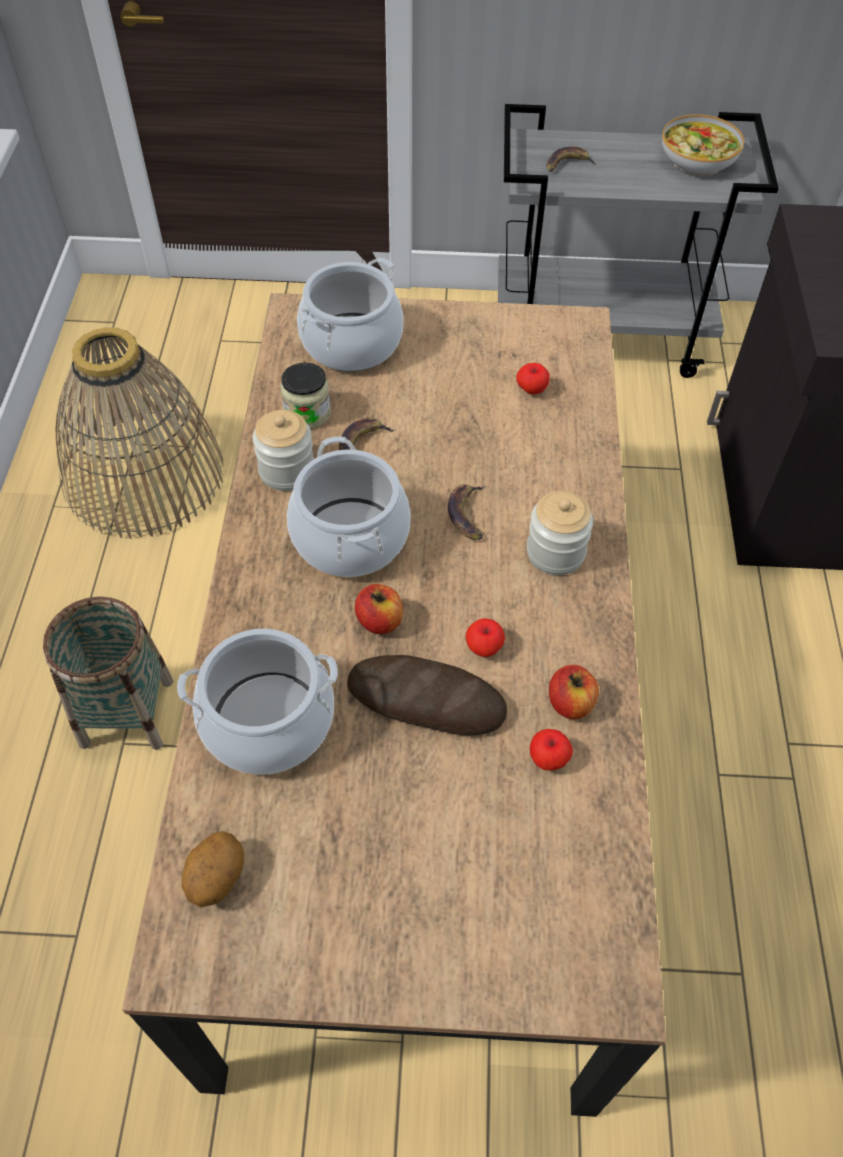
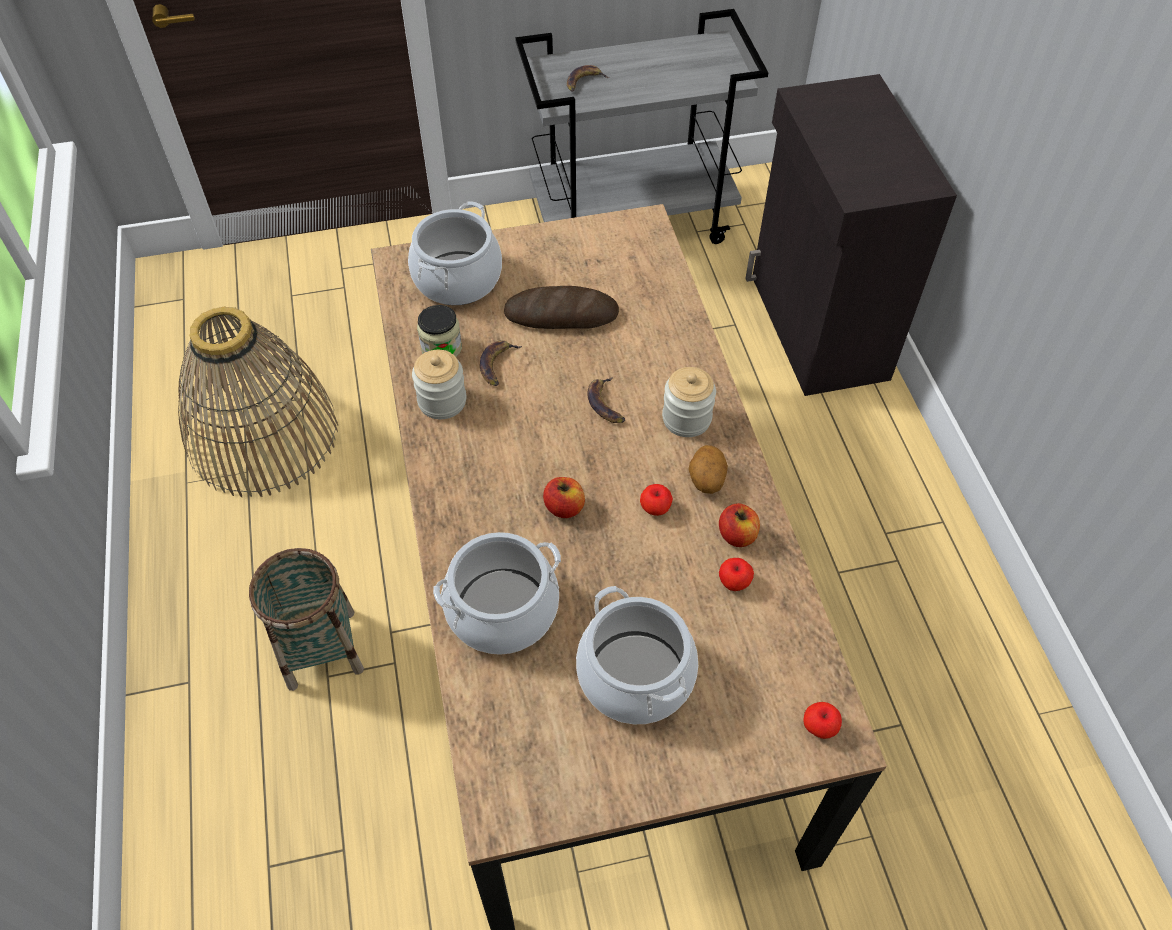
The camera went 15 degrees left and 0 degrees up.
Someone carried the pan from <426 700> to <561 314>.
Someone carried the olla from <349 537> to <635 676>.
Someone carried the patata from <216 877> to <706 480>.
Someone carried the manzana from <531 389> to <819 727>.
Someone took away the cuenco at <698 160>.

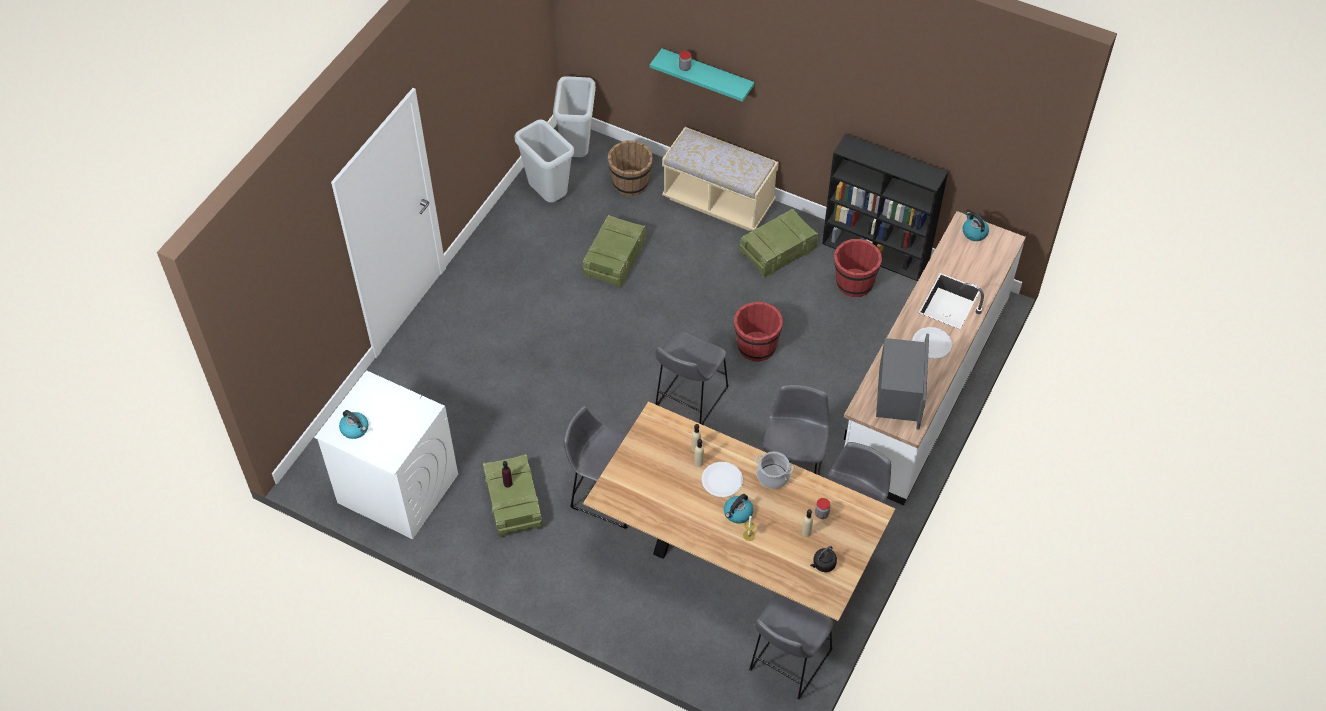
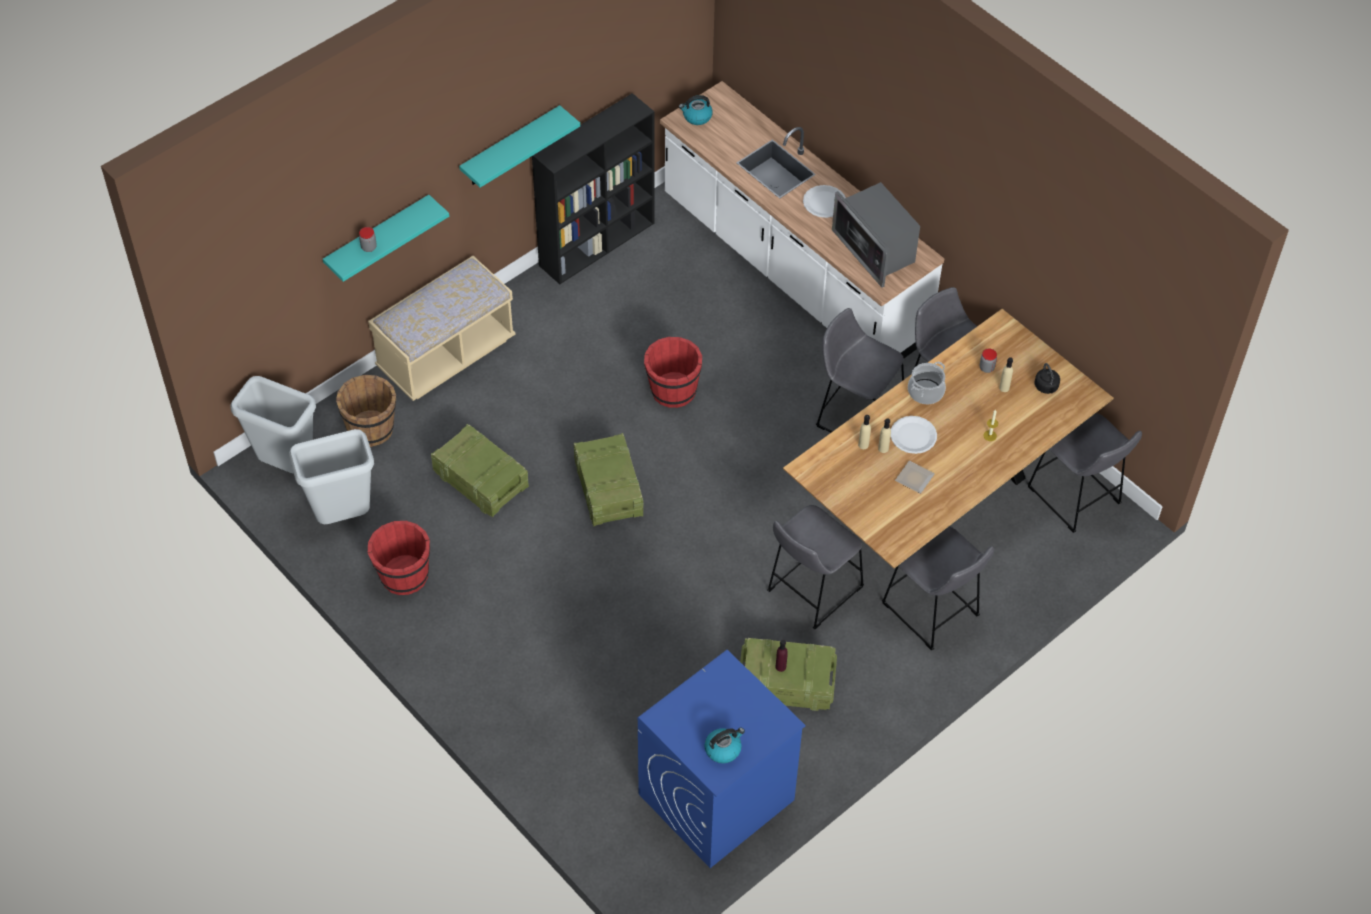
The camera went 70 degrees left and 0 degrees up.
Someone carried the cubo [rojo] from <854 283> to <403 576>.
Someone put up the estante [turquesa] at <510 147>.
Someone carried the caja de embalaje from <777 252> to <609 491>.
Someone repainted the lavadora [blanco] at <397 488>, which became the lavadora [azul] at <716 798>.
Someone rotated the microondas at <900 393> by 150 degrees counterclockwise.
Someone carried the taburete [gris] from <689 400> to <933 613>.
Someone put down the plato at <914 477>.
Someone took away the hervidor at <737 513>.

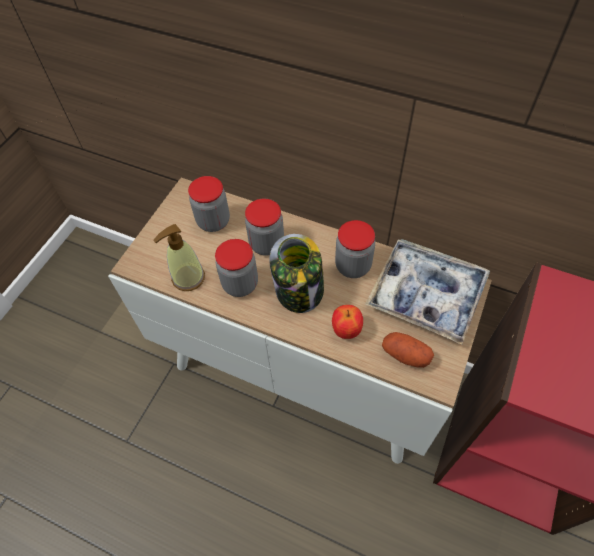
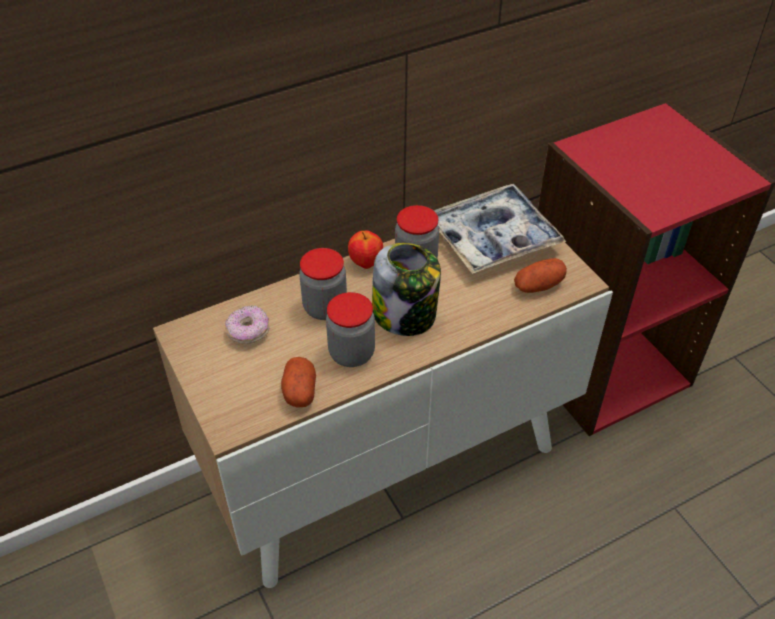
The camera went 55 degrees left and 10 degrees down.
Someone swapped the tarro at <213 221> for the rosquilla at <248 332>.
Someone swapped the dispensador de jabón at <188 278> for the patata at <299 390>.
Someone carried the manzana from <346 330> to <366 263>.

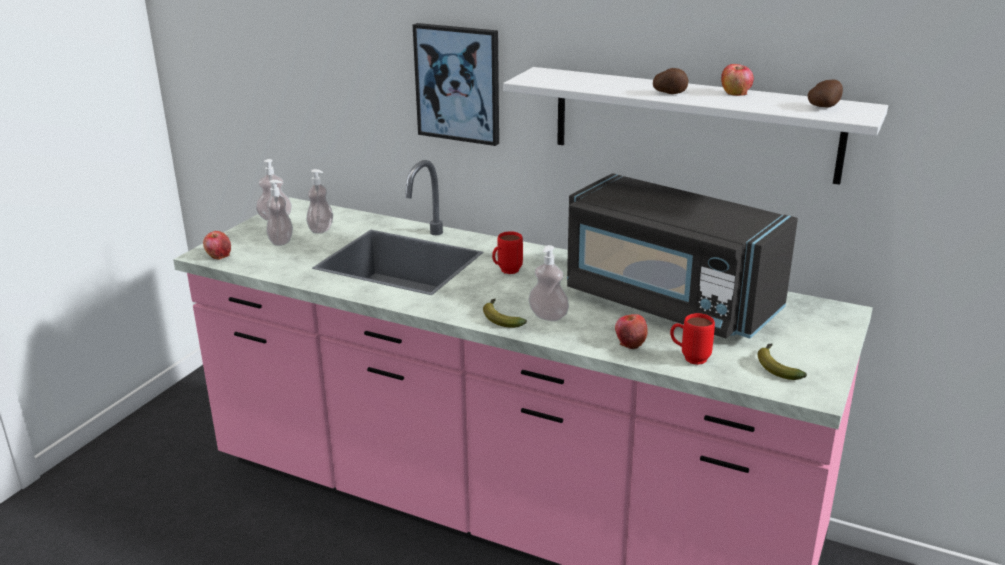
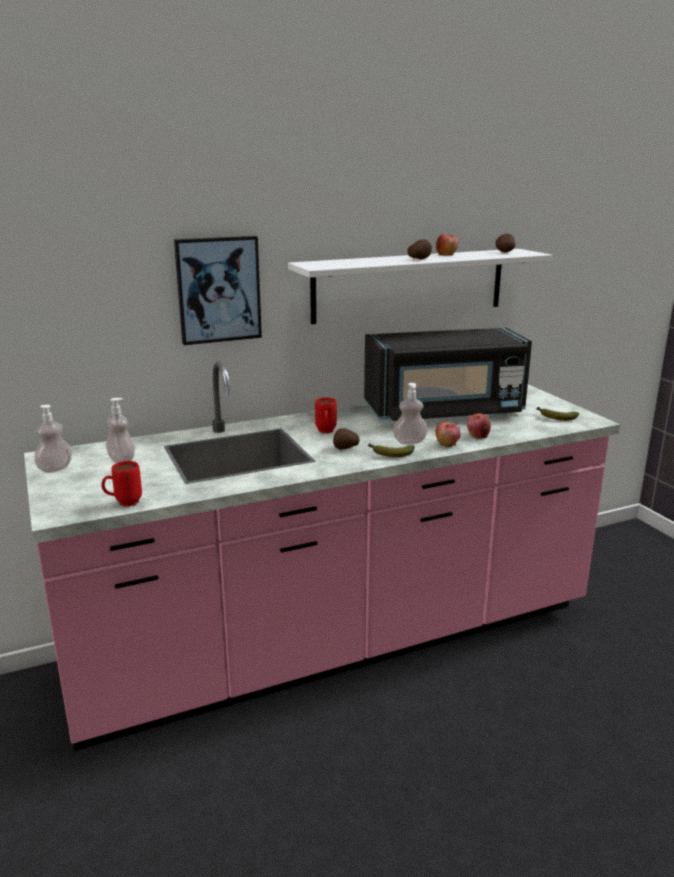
The camera went 50 degrees left and 5 degrees down.
Someone carried the taza grande [rojo] from <689 358> to <123 503>.
Someone put down the patata at <345 448>.
Someone carried the manzana from <218 255> to <447 443>.
Someone took away the dispensador de jabón at <281 241>.

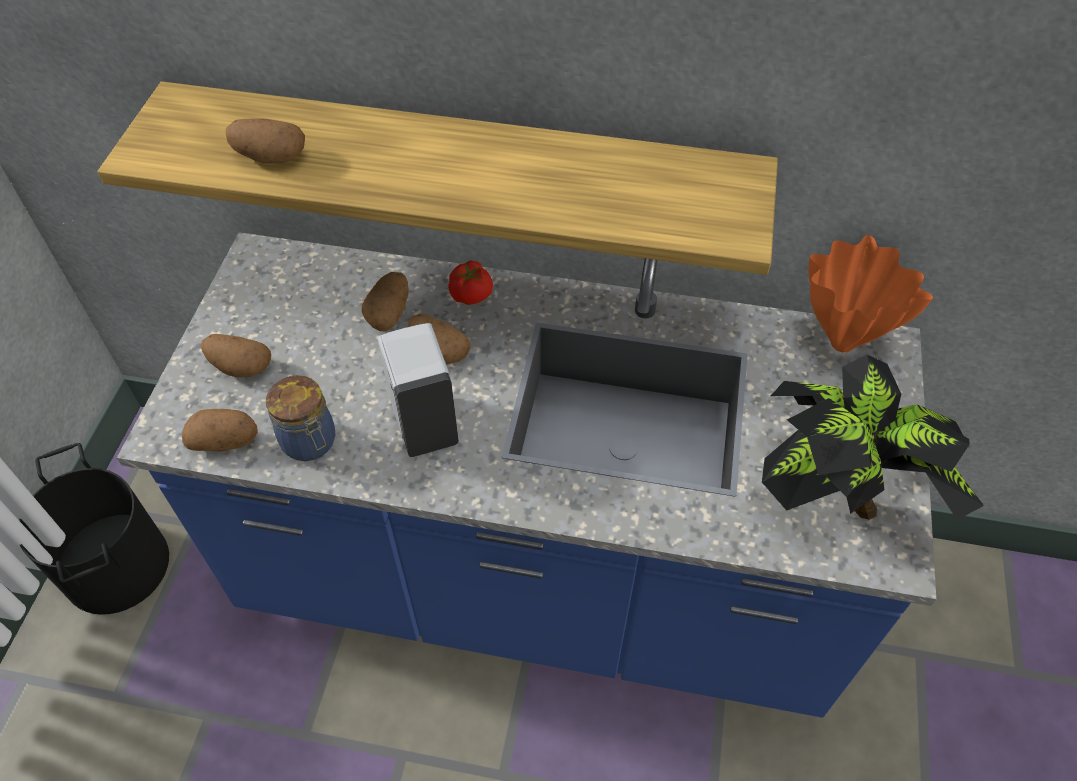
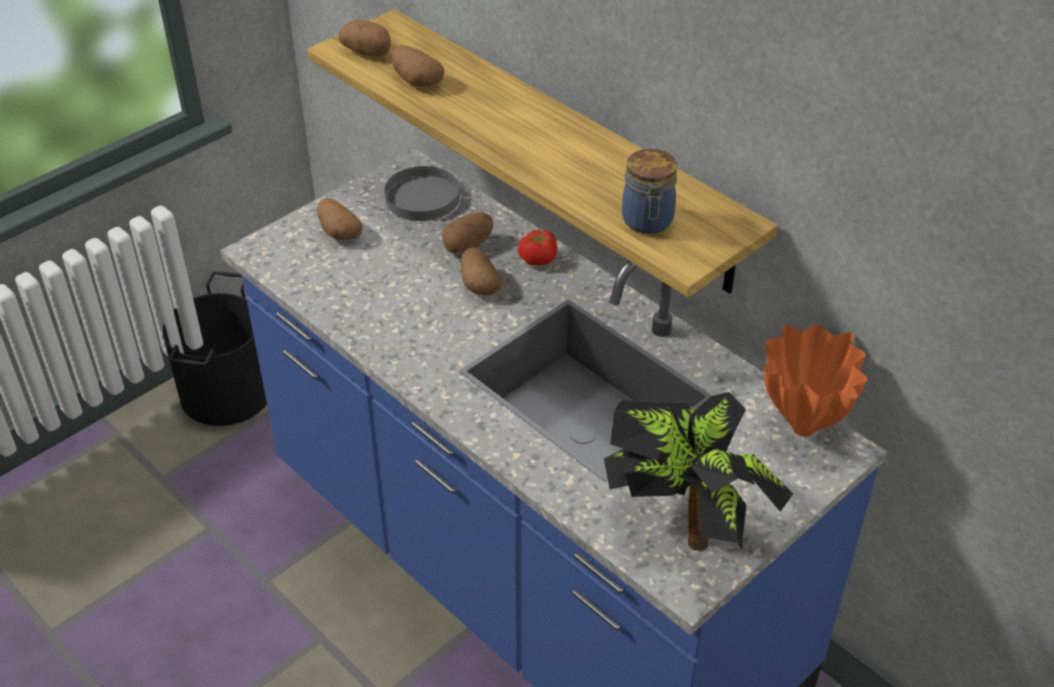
The camera went 35 degrees right and 10 degrees down.
Someone carried the patata from <226 441> to <368 52>.
Someone put down the plato [gris] at <423 198>.
Someone carried the tarro from <310 443> to <647 222>.
Someone took away the dispensador de jabón [blanco] at <424 422>.

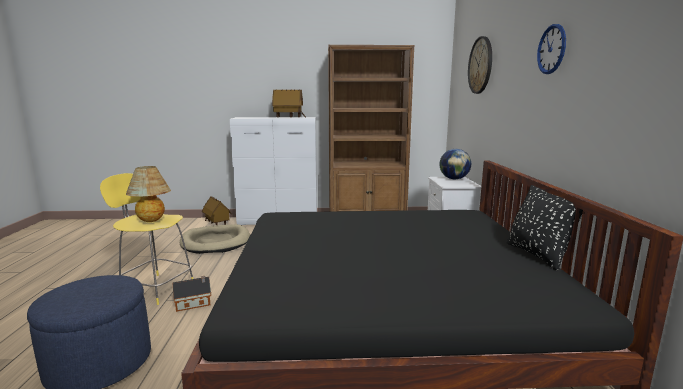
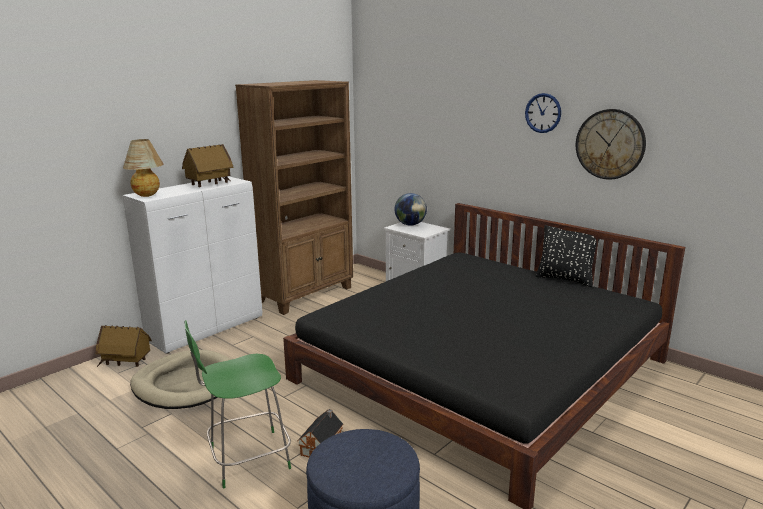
The camera went 45 degrees left and 5 degrees up.
Someone carried the lámpara de mesa from <152 221> to <147 196>.
Someone repainted the taburete [amarillo] at <155 288>, which became the taburete [verde] at <246 459>.
Someone carried the reloj de pared from <480 65> to <610 144>.

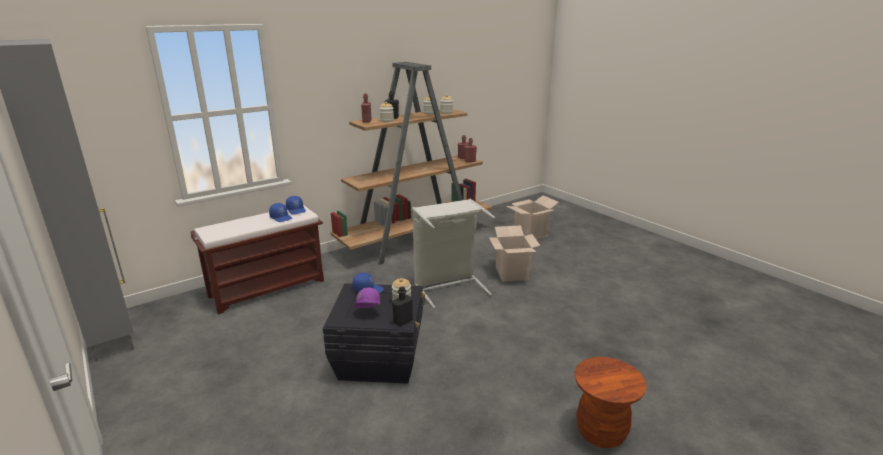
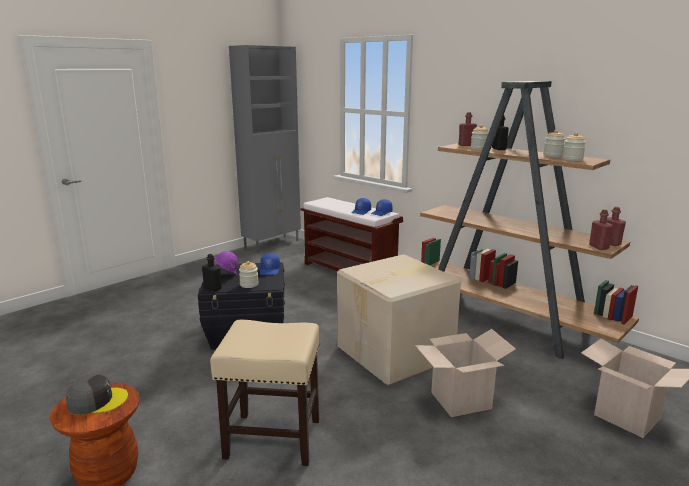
The camera went 80 degrees right and 5 degrees down.
Someone put down the gorra [gris] at <97 401>.
Someone put down the taburete [beis] at <271 438>.
Someone swapped the cesto de la ropa [gris] at <448 286> for the caja de cartón at <397 353>.

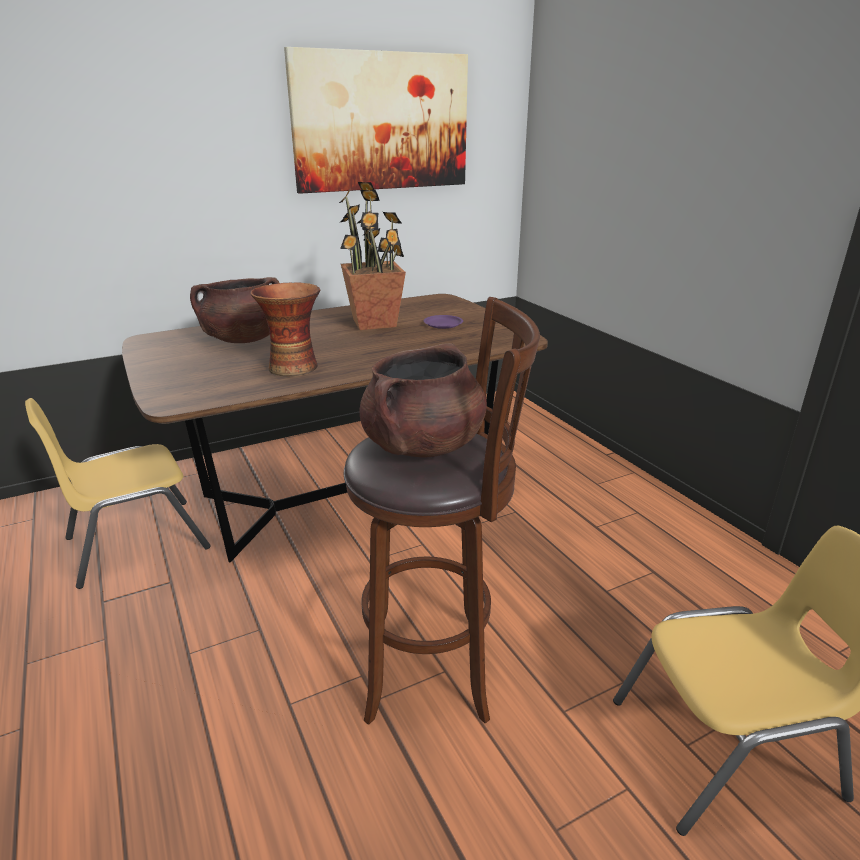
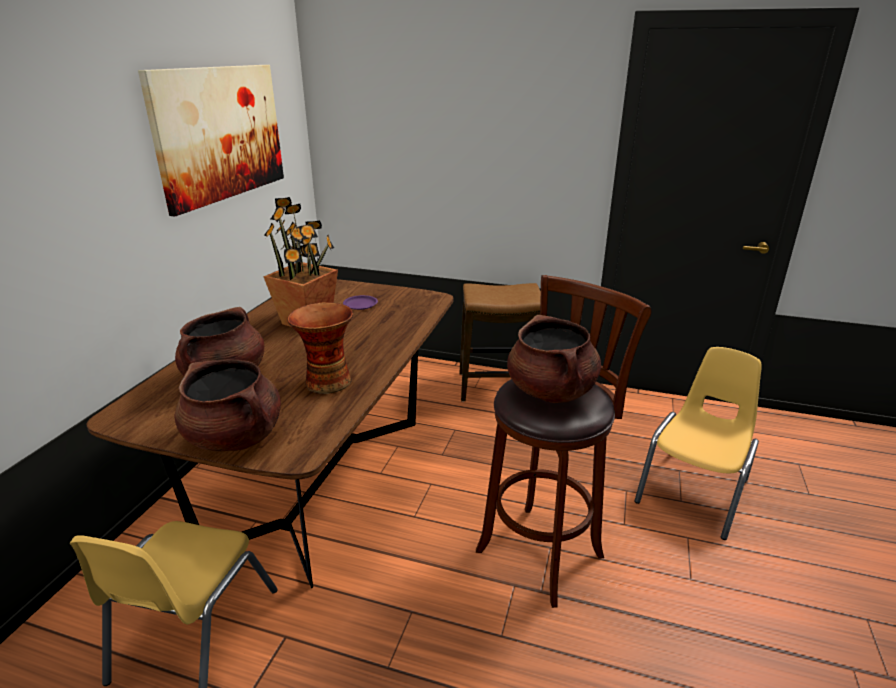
The camera went 45 degrees left and 0 degrees up.
Someone put down the olla [marrón] at <235 437>.
Someone put down the taburete at <499 386>.

